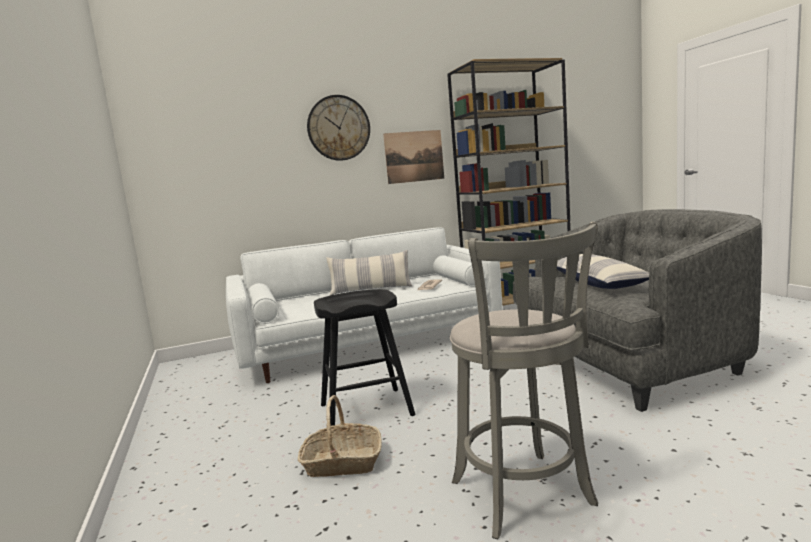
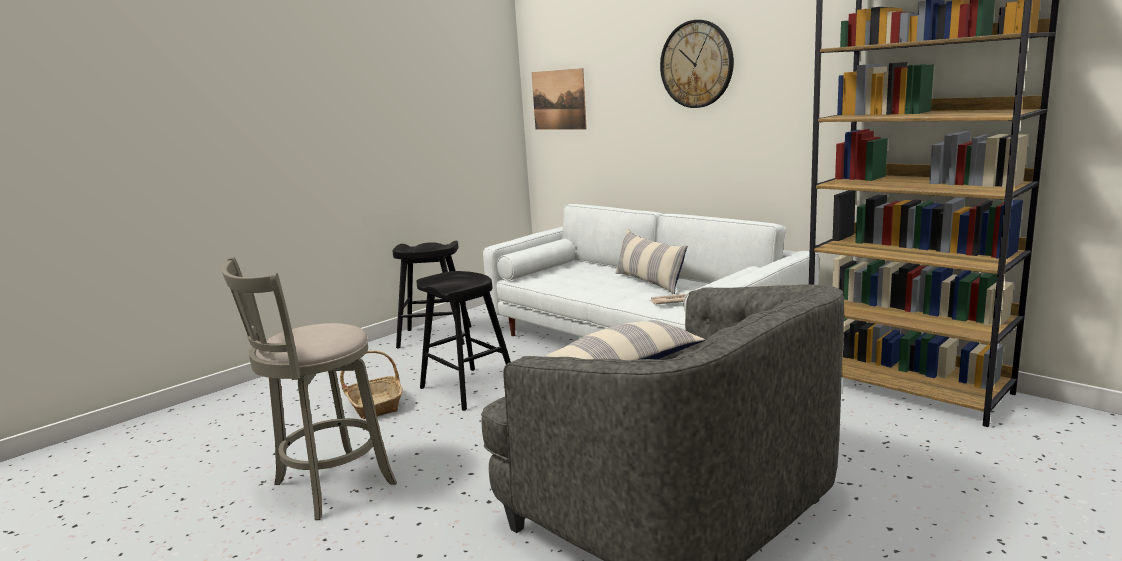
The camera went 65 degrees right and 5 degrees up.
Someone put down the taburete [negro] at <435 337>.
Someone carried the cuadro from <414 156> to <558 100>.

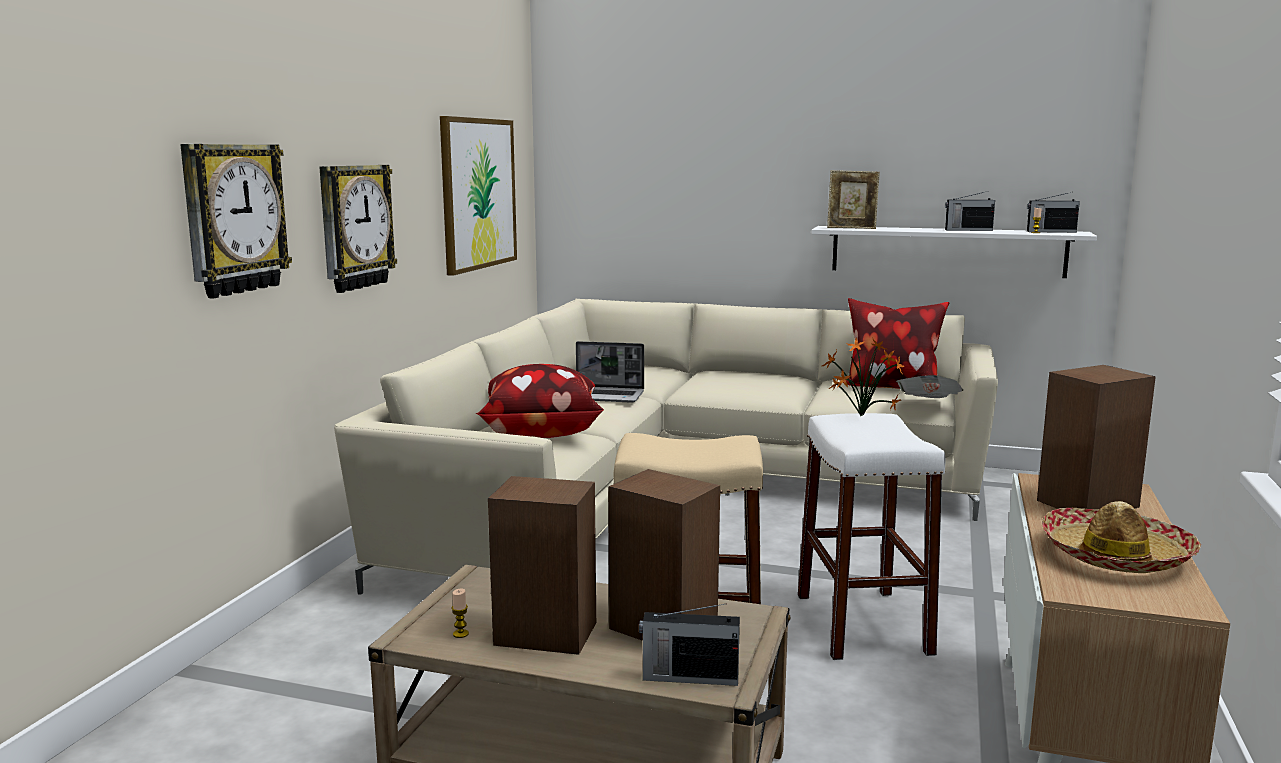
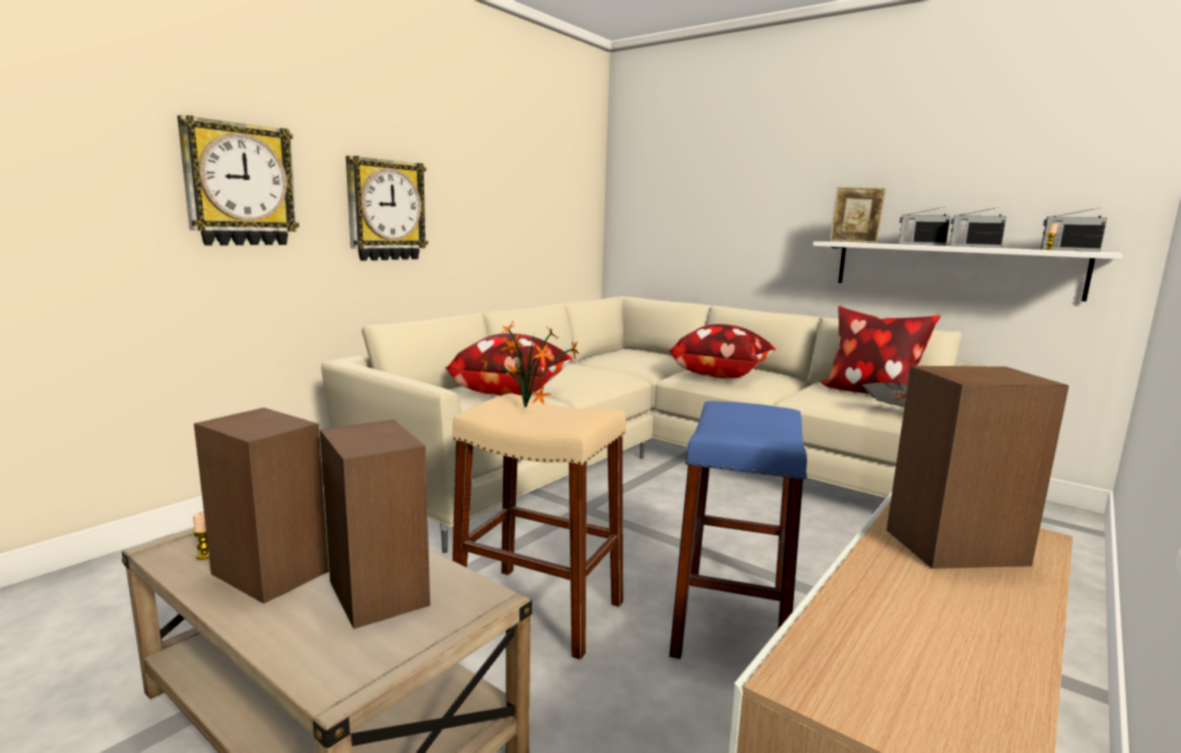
The camera went 20 degrees right and 0 degrees up.
Someone carried the planta en maceta from <859 416> to <525 407>.
Someone put down the cojín at <720 375>.
Someone repainted the taburete [blanco] at <862 624>, which became the taburete [azul] at <731 623>.
Someone carried the radio from <688 677> to <920 244>.
Someone took away the cuadro at <478 193>.
Someone took away the portátil at <606 396>.
Someone took away the sombrero at <1115 556>.

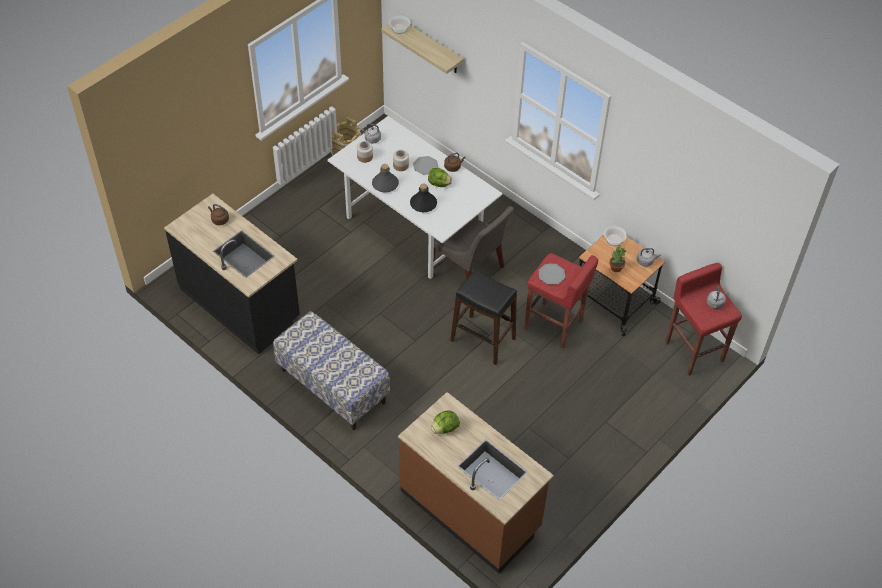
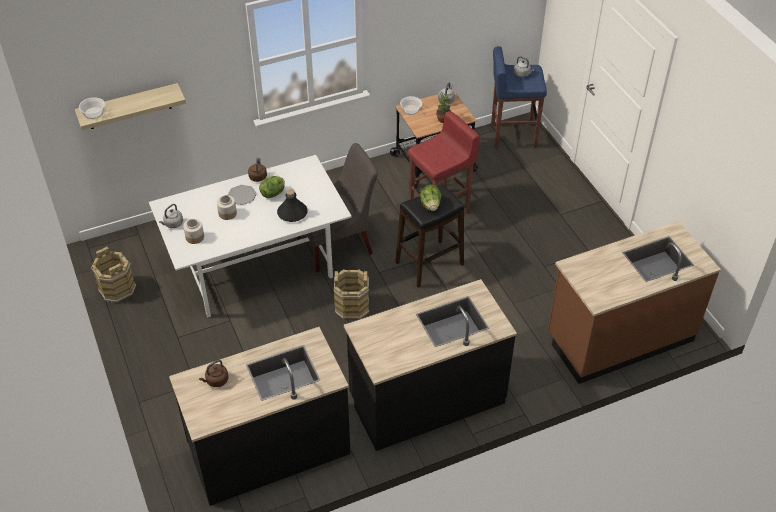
The camera went 65 degrees left and 5 degrees down.
Someone put down the cubo [marrón] at <352 306>.
Someone swapped the banco at <332 386> for the mueble bajo de cocina [negro] at <426 399>.
Someone carried the lechuga from <445 428> to <430 205>.
Someone repainted the taburete [rojo] at <694 351>, which became the taburete [azul] at <512 135>.
Someone took away the botella [gris] at <385 184>.
Someone took away the plato at <551 274>.

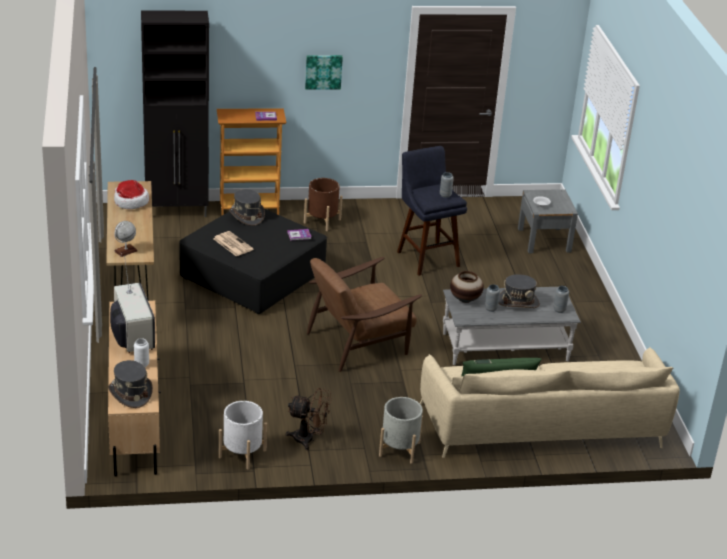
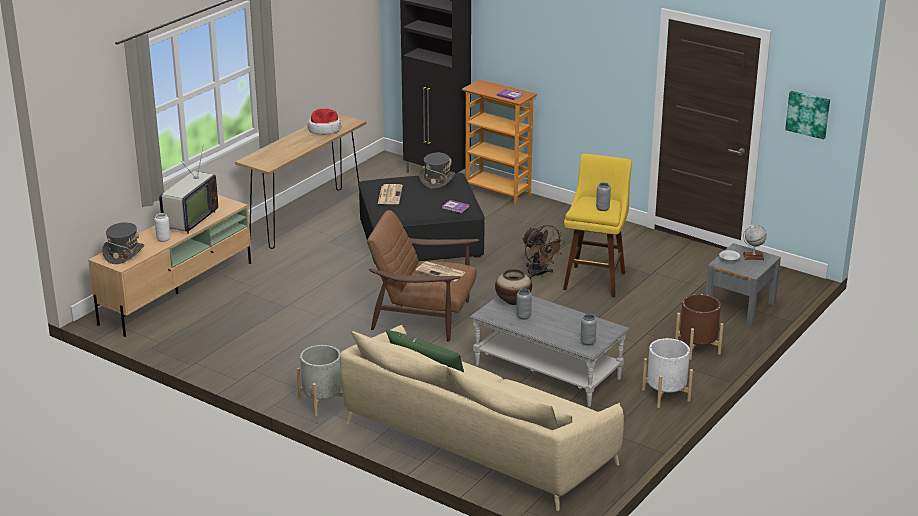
The camera went 45 degrees right and 5 degrees down.
Someone put down the periódico at <441 272>.
Someone carried the ventilador [marrón] from <308 439> to <539 274>.
Someone repainted the taburete [azul] at <426 257>, which became the taburete [amarillo] at <595 279>.
Someone carried the maceta [blanco] from <242 454> to <666 395>.
Someone carried the maceta [marrón] from <322 221> to <697 348>.
Someone carried the globo terráqueo from <125 251> to <753 256>.
Someone carried the cuadro from <323 71> to <808 114>.
Someone took away the sombrero [gris] at <518 302>.

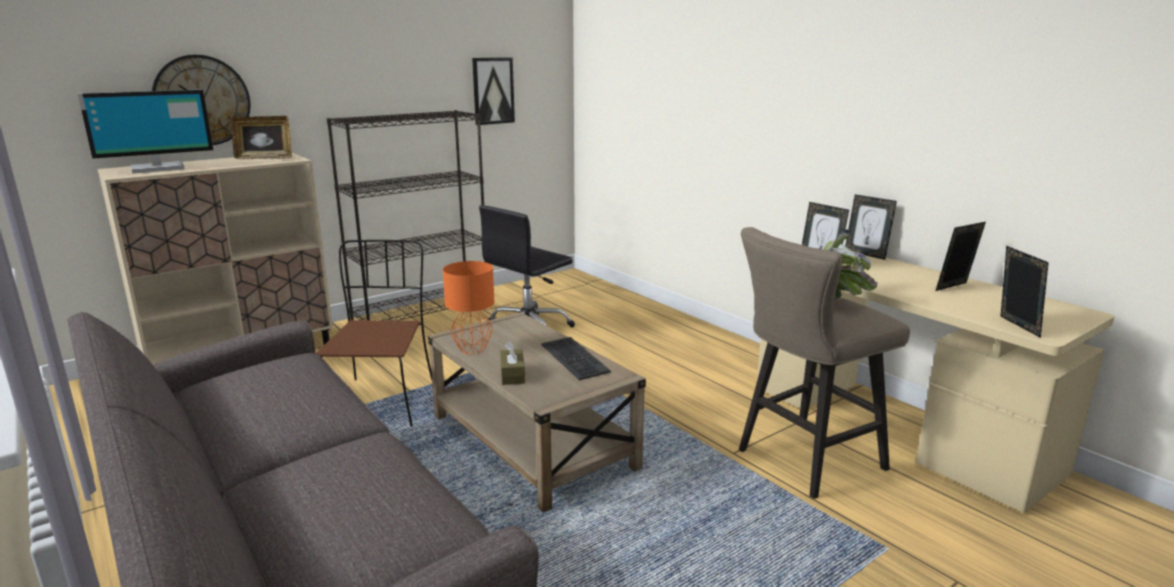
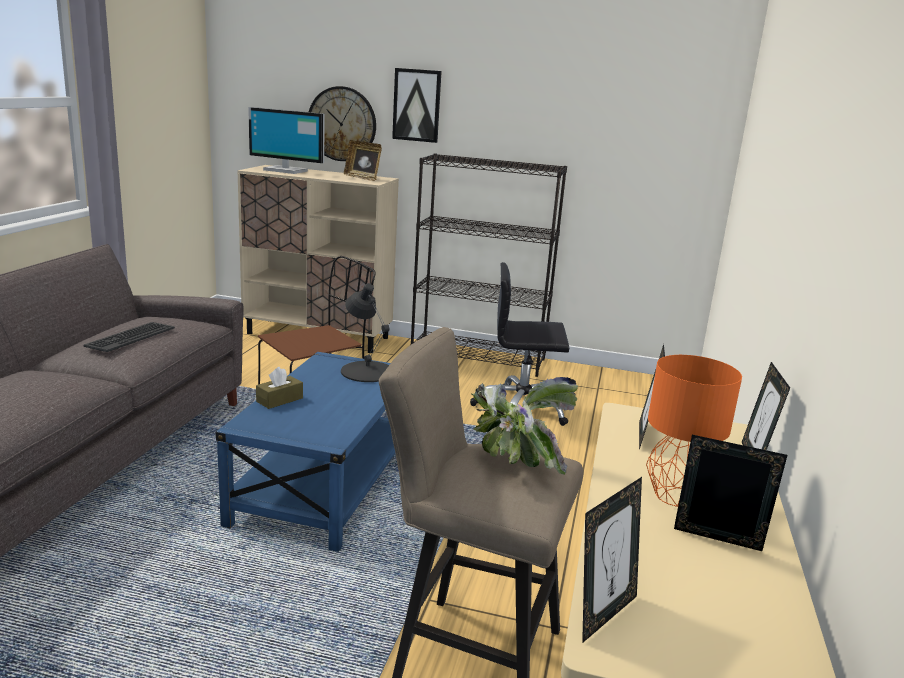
The camera went 50 degrees right and 0 degrees up.
Someone carried the teclado from <573 358> to <130 337>.
Someone repainted the mesa de centro [beis] at <531 441>, which became the mesa de centro [azul] at <326 482>.
Someone put down the lámpara de mesa [negro] at <367 371>.
Someone carried the cuadro from <493 91> to <417 105>.
Someone carried the lámpara de mesa [naranja] from <472 349> to <675 495>.

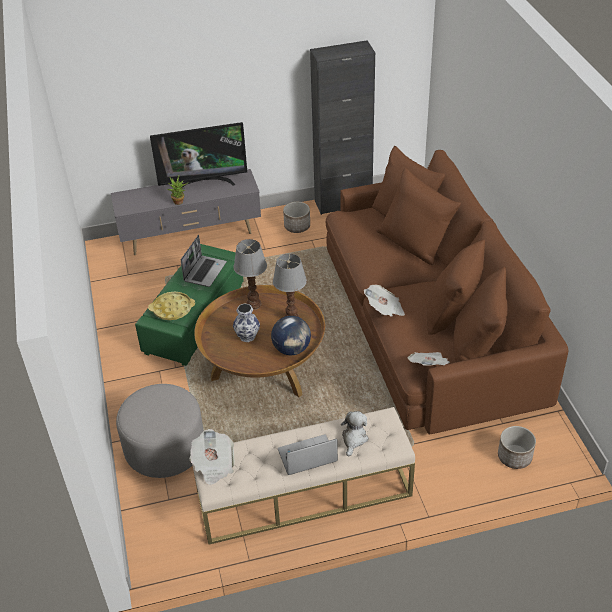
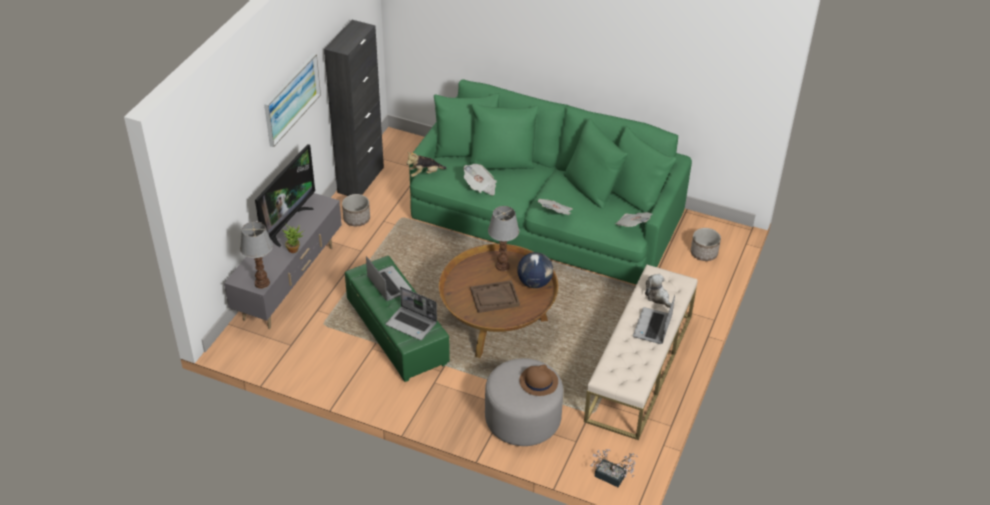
The camera went 55 degrees left and 0 degrees up.
Someone carried the lámpara de mesa from <253 304> to <261 283>.
Someone put up the cuadro at <291 98>.
Someone swapped the bandeja [amarillo] at <172 309> for the portátil at <412 324>.
Someone put down the peluche at <425 174>.
Someone repainted the sofá [marrón] at <430 322>, which became the sofá [verde] at <545 216>.
Someone carried the periódico from <213 465> to <480 187>.
Someone swapped the florero at <247 336> for the bandeja [marrón] at <494 298>.
Someone put down the sombrero [marrón] at <538 381>.
Someone put down the planta en maceta at <613 477>.

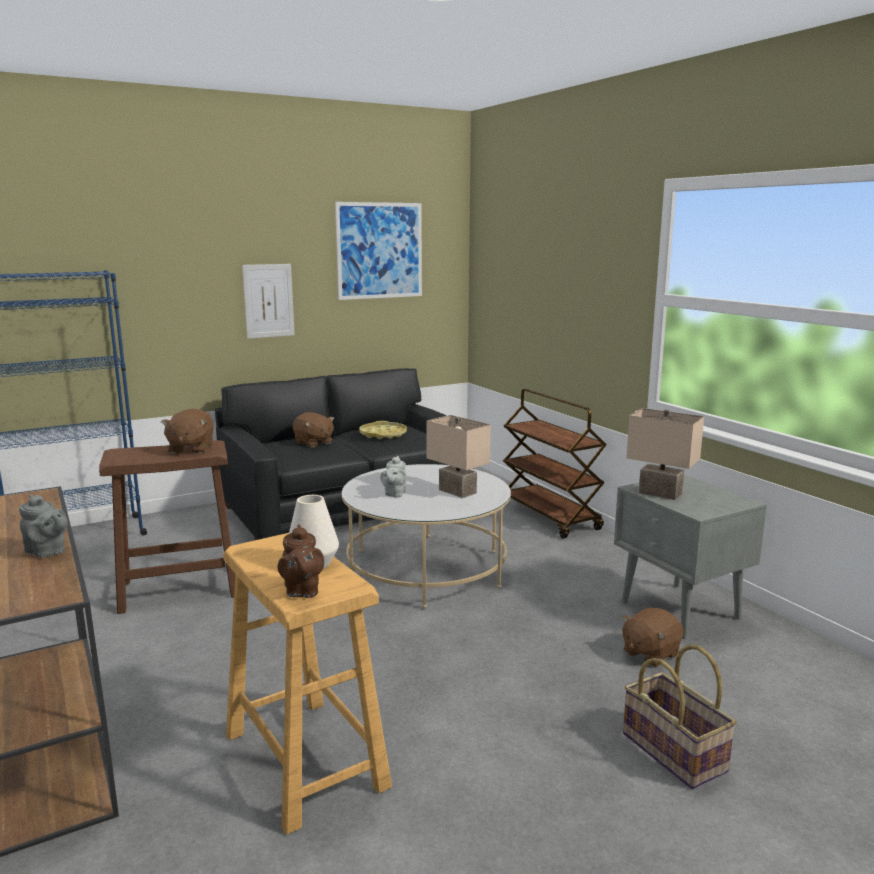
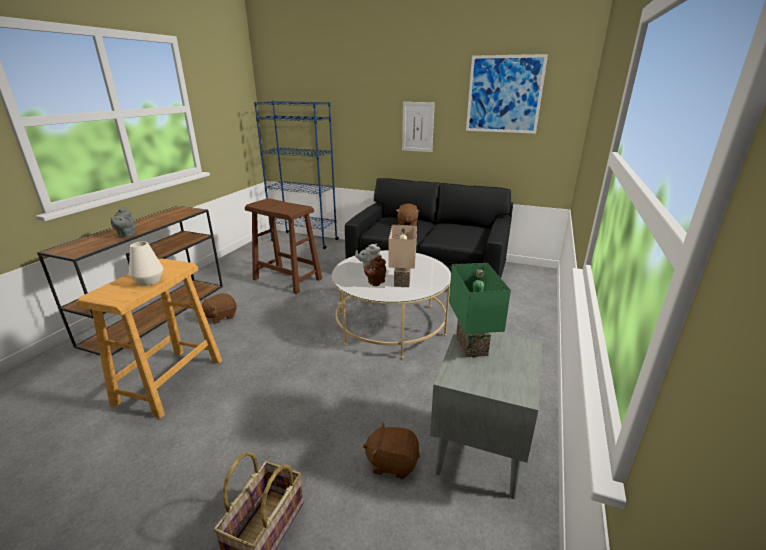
The camera went 50 degrees right and 10 degrees up.
Someone carried the peluche [marrón] from <190 449> to <220 317>.
Someone carried the tetera [marrón] from <302 591> to <375 282>.
Someone repainted the lámpara de mesa [beis] at <661 493>, which became the lámpara de mesa [verde] at <473 346>.
Someone took away the bandeja [amarillo] at <383 434>.
Someone took away the carrito [marrón] at <550 517>.

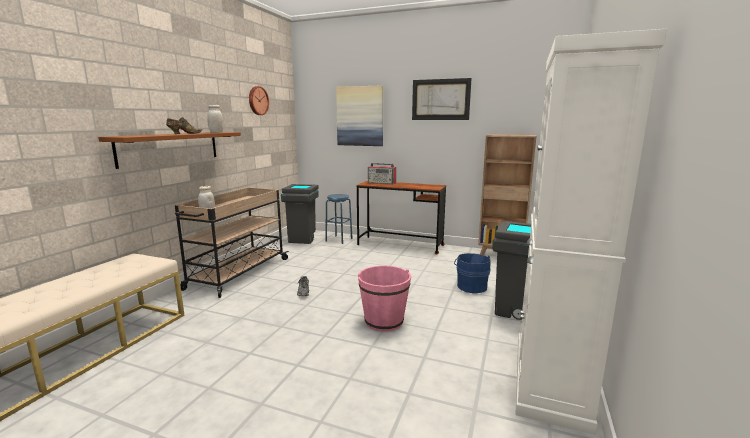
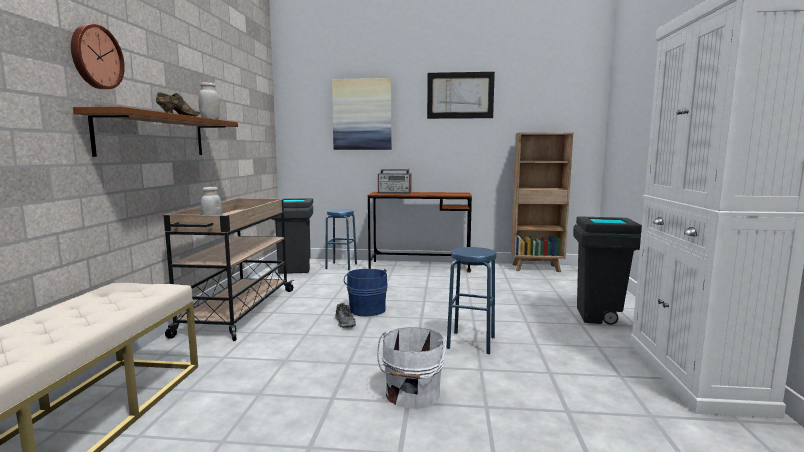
The camera went 15 degrees left and 5 degrees down.
Someone carried the reloj de pared from <257 100> to <95 57>.
Someone carried the cubo [azul] from <471 286> to <367 309>.
Someone put down the cubo [blanco] at <412 394>.
Someone swapped the cubo [rosa] at <384 321> for the taburete [azul] at <471 342>.

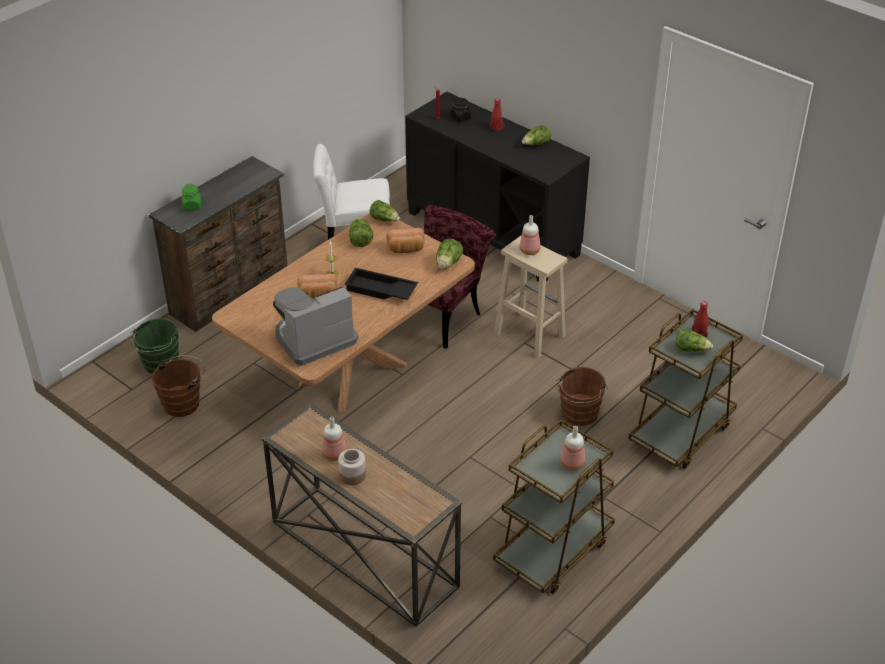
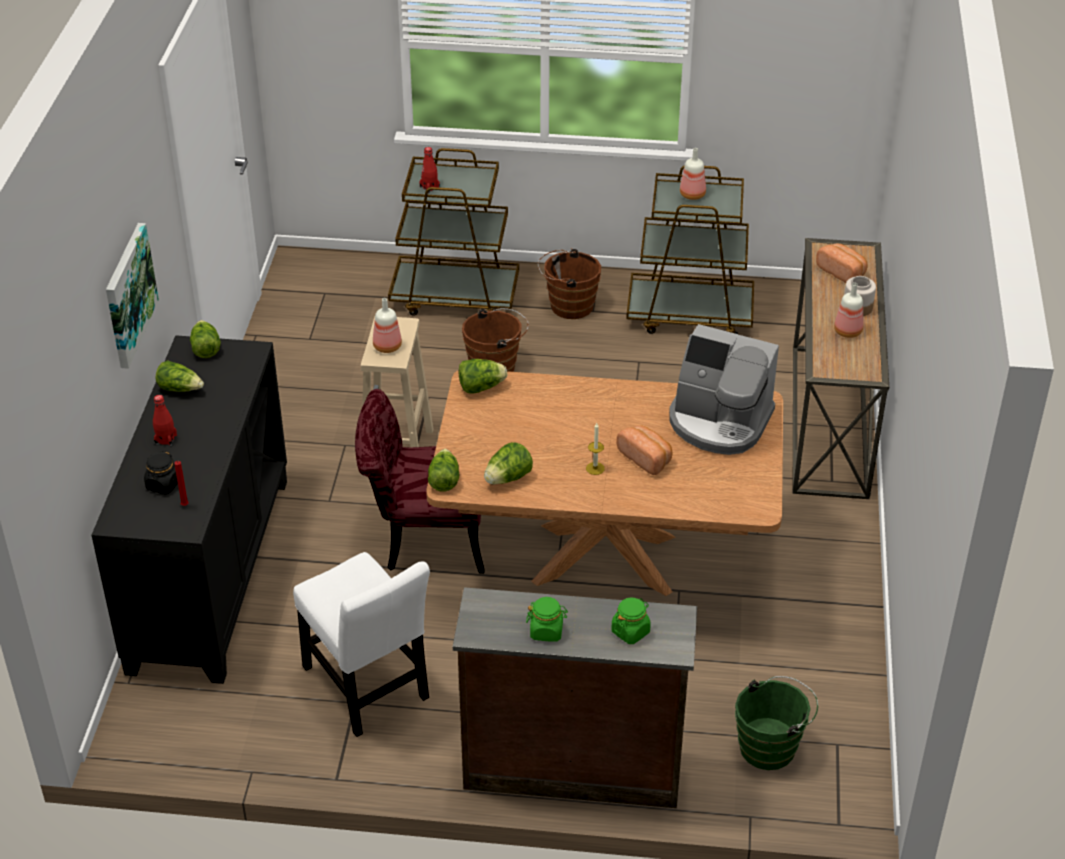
The camera went 125 degrees left and 0 degrees up.
Someone put up the cuadro at <128 294>.
Someone carried the lechuga from <691 349> to <205 348>.
Someone put down the tarro [verde] at <546 631>.
Someone carried the cubo [marrón] from <184 403> to <568 306>.
Someone carried the pan from <406 249> to <842 272>.
Someone took away the bandeja [negro] at <380 290>.

